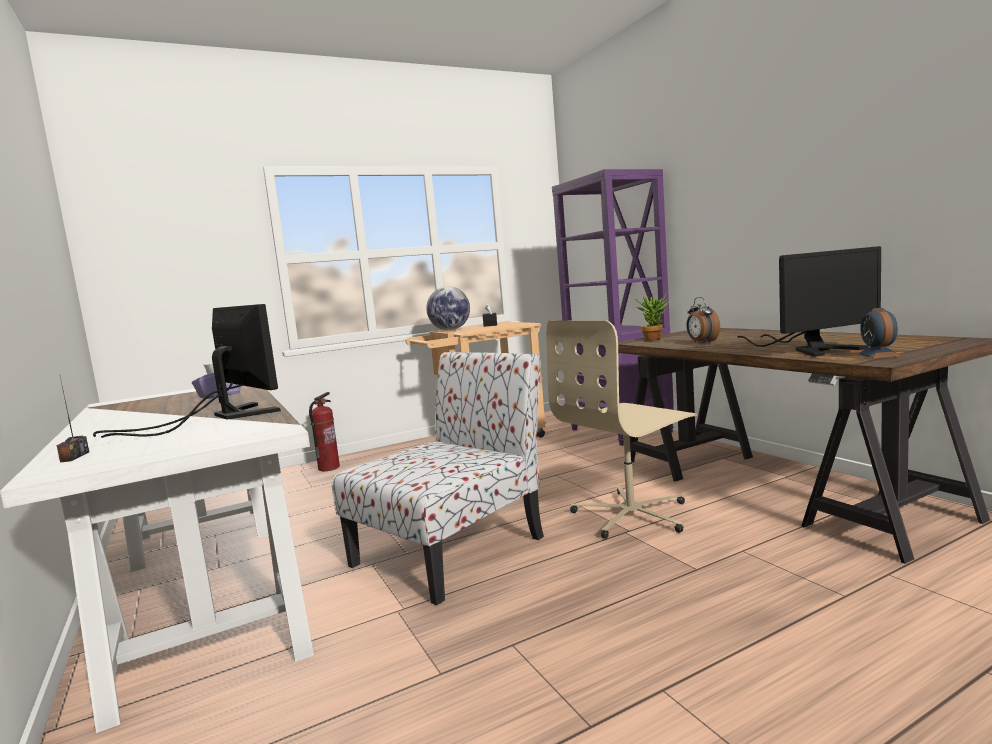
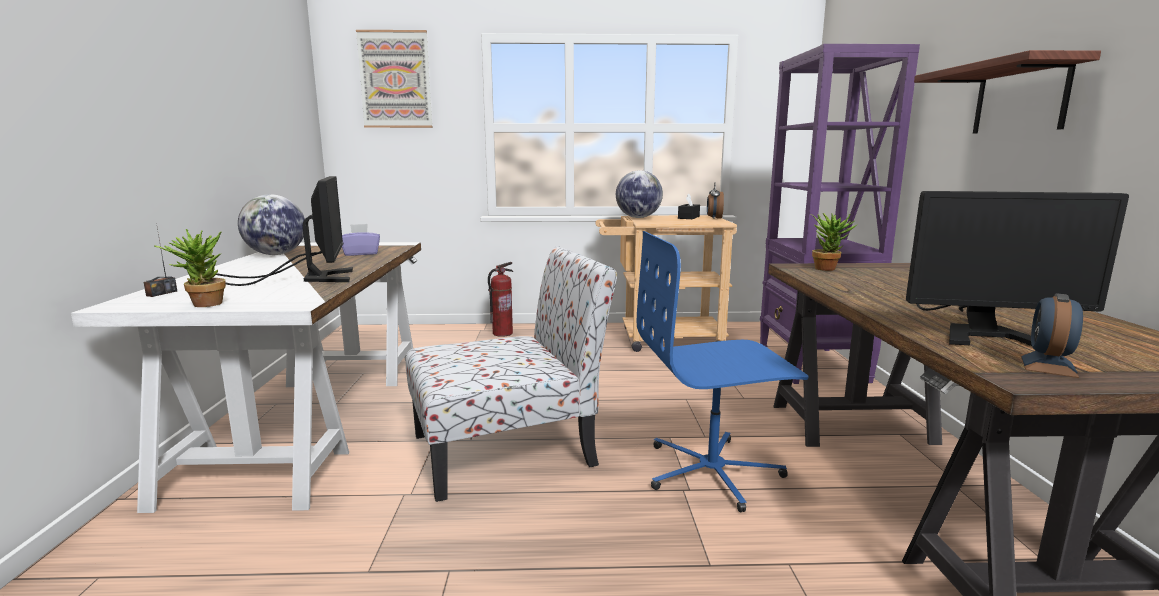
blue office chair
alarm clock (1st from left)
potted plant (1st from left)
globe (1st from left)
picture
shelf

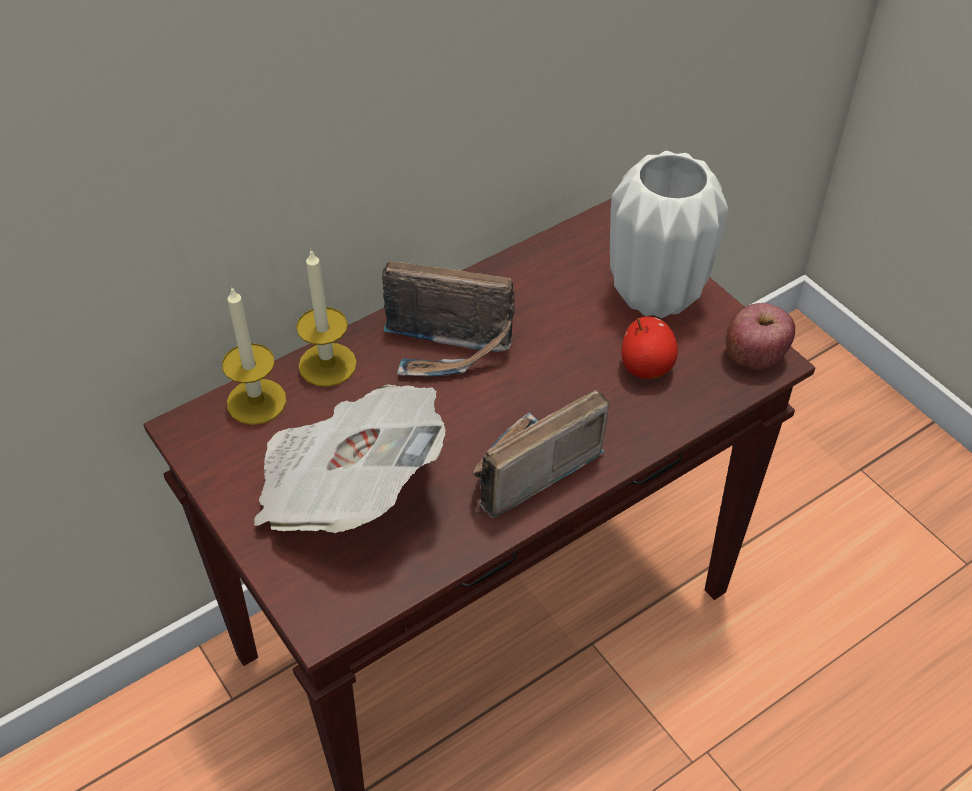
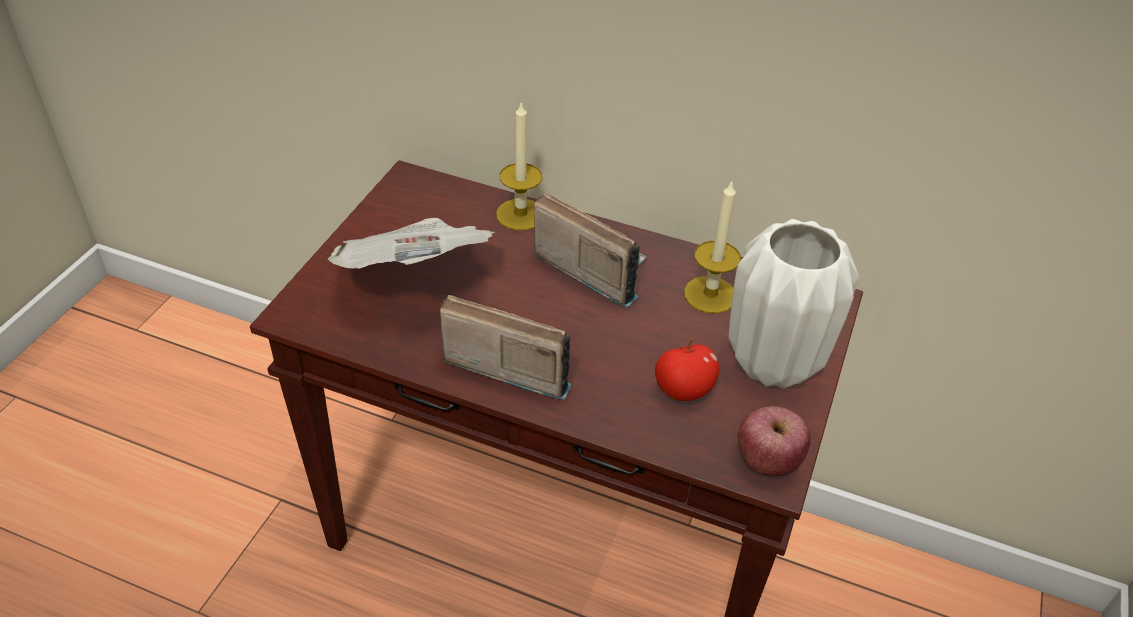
candle (2nd from left)
radio (2nd from left)

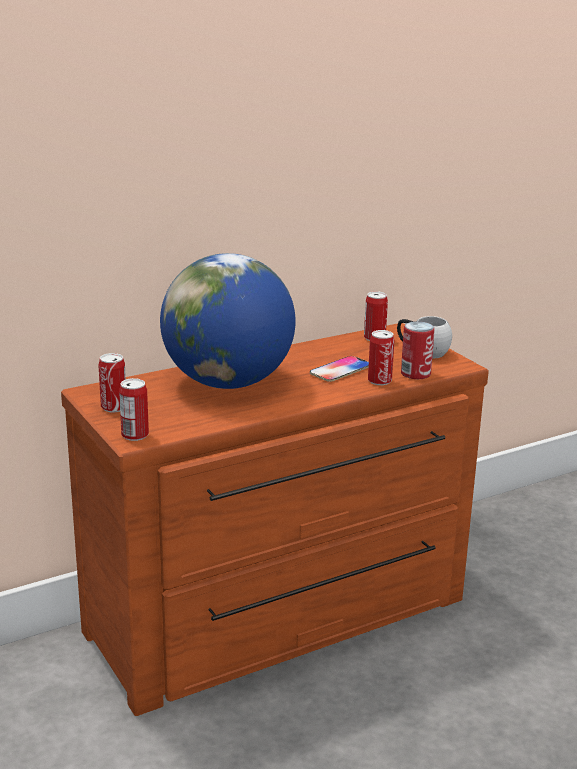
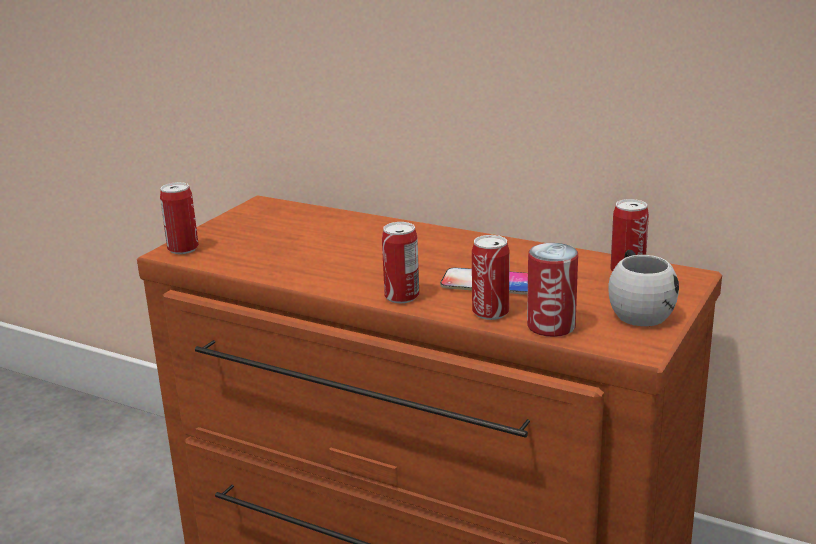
can (2nd from left)
globe

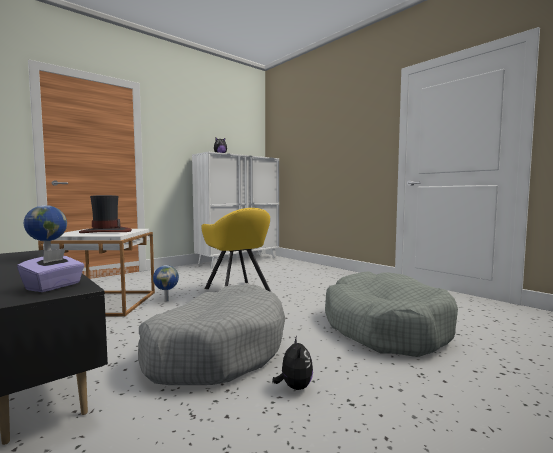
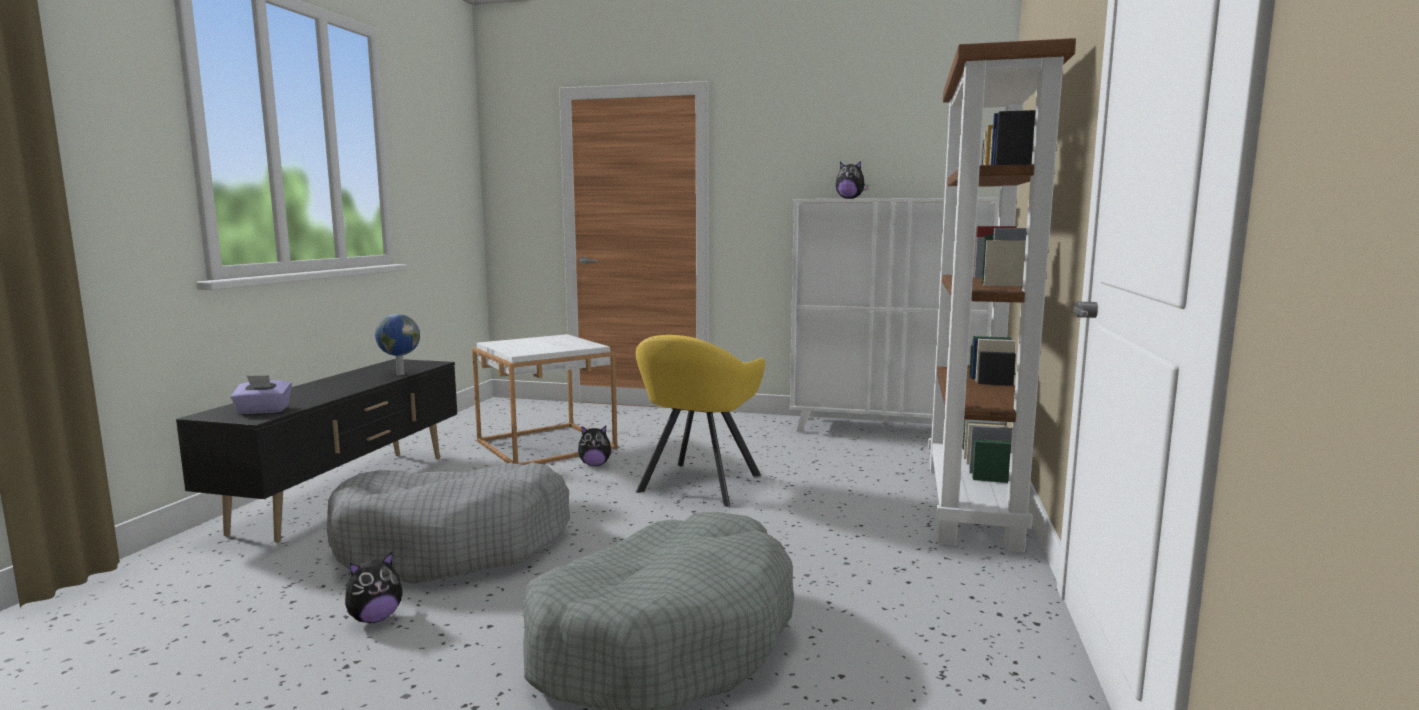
hat
plush toy (2nd from left)
brown bookcase

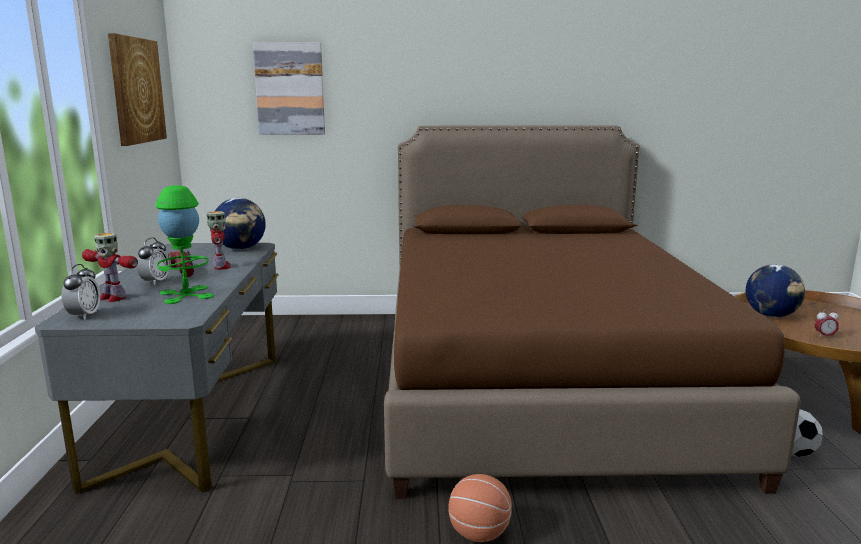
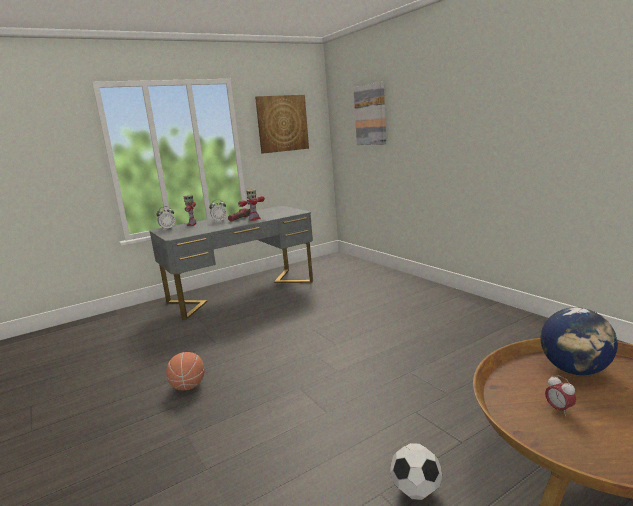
green table lamp
globe (1st from left in the first image)
brown bed

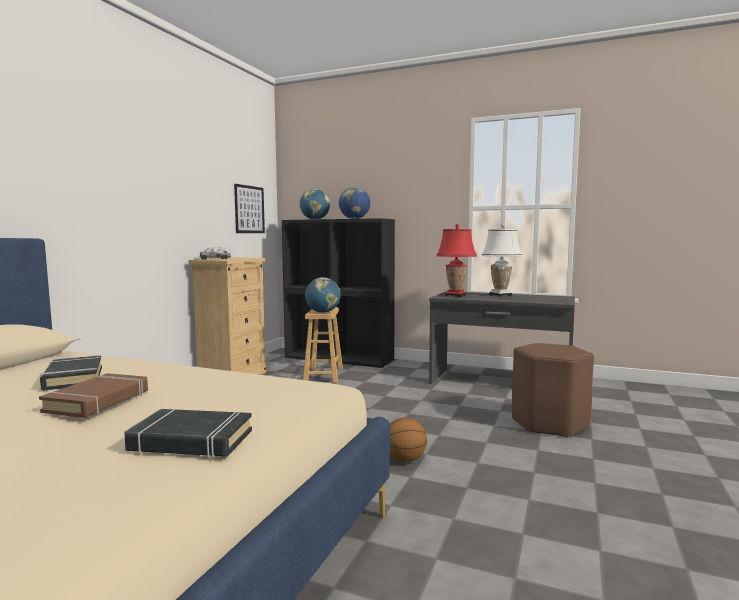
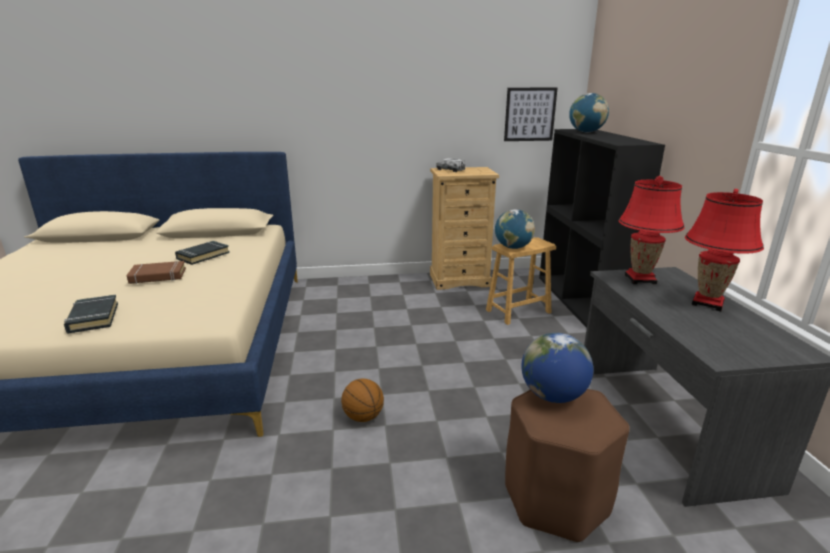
globe (2nd from left)
red table lamp (2nd from left)

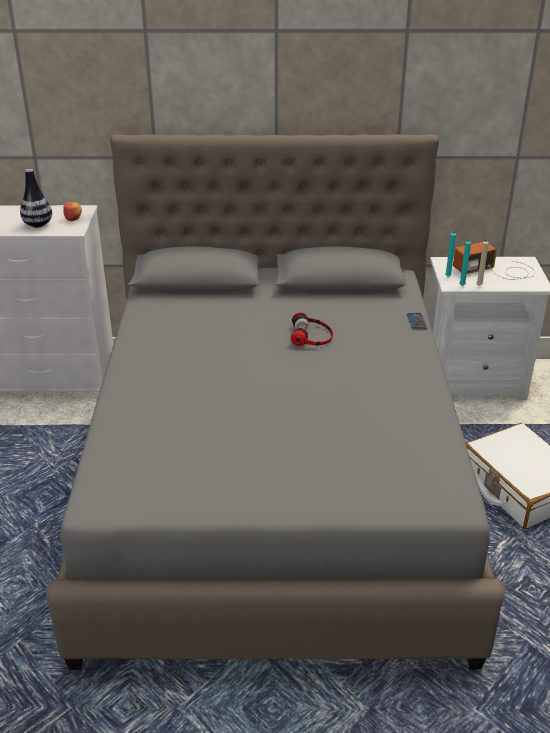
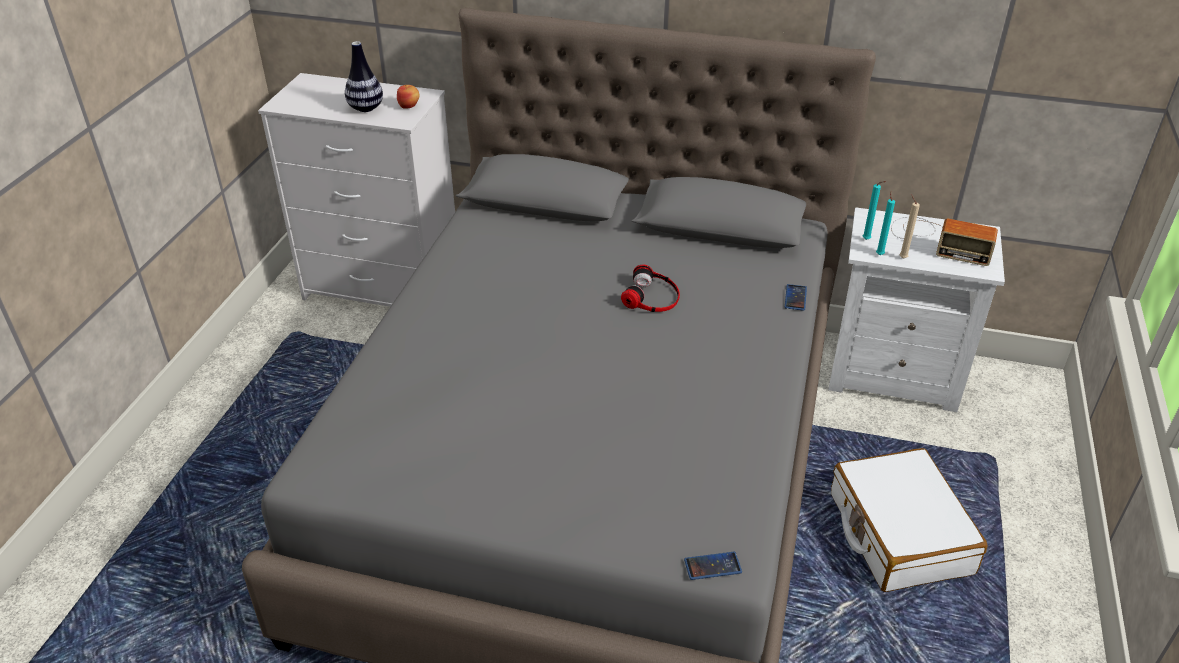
radio
phone (1st from left)

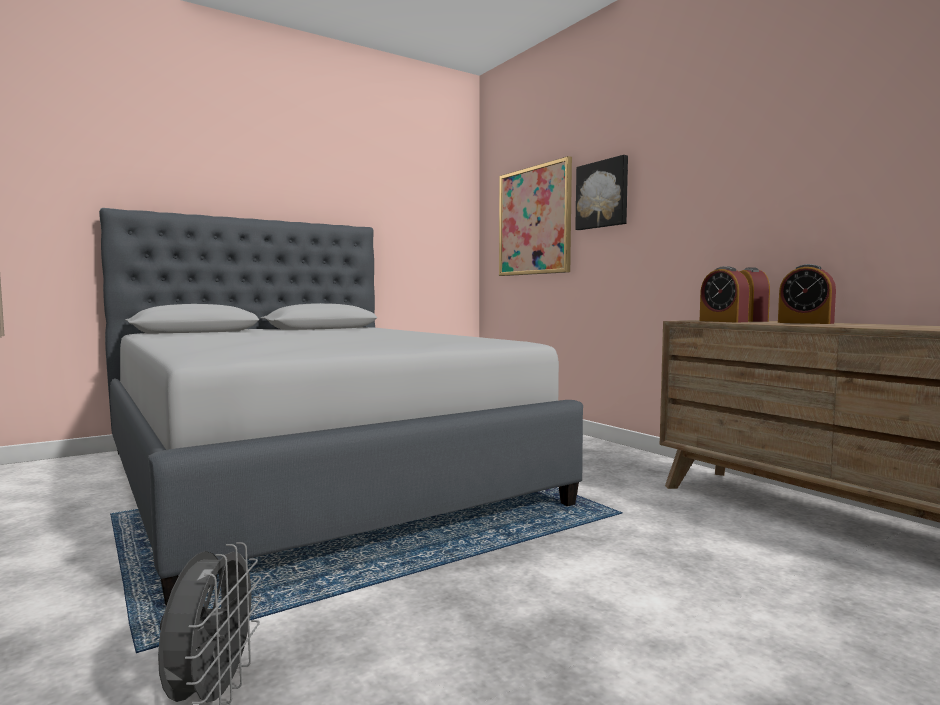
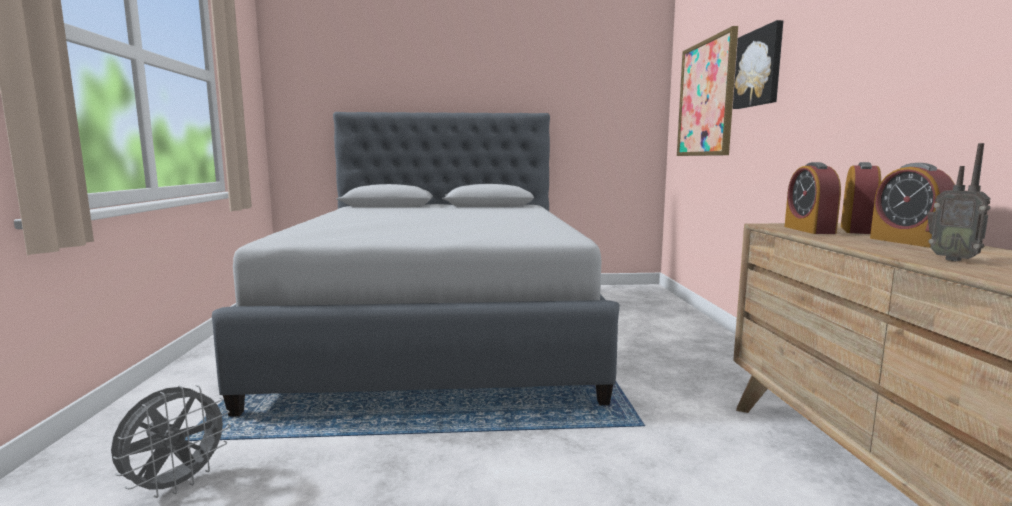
radio

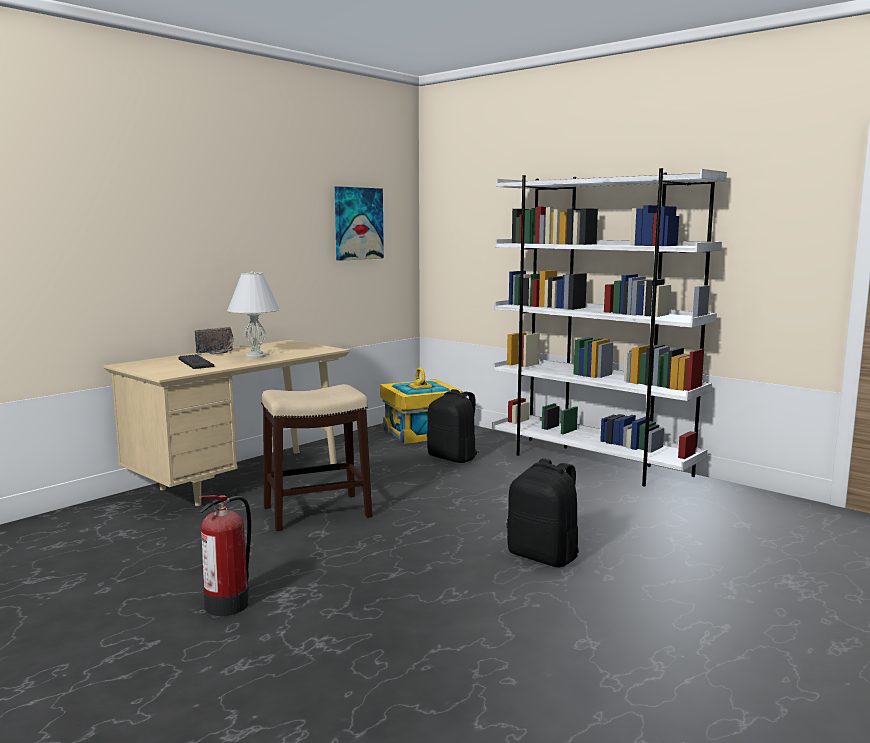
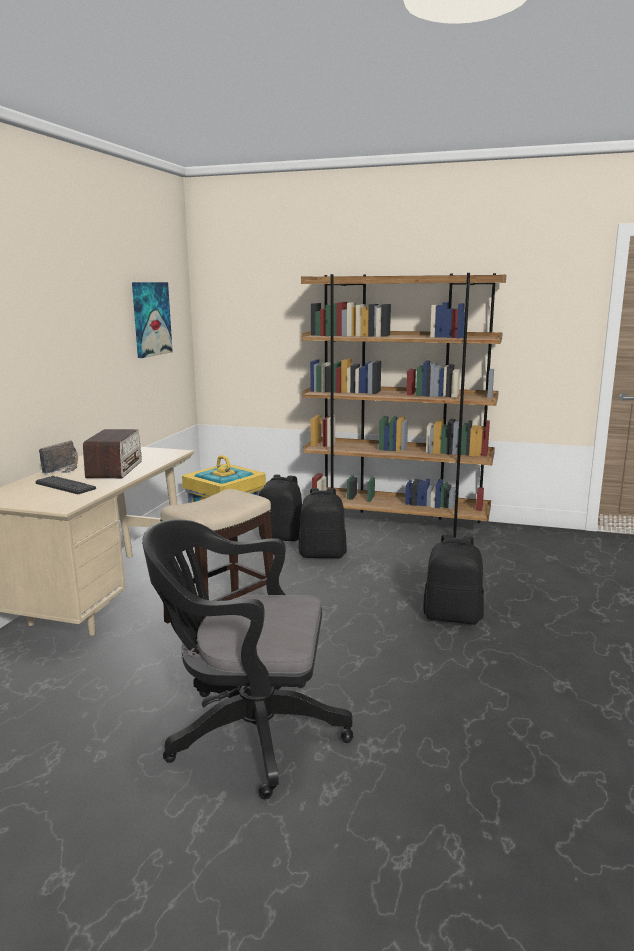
black office chair
radio (2nd from left)
brown bookcase
black backpack (2nd from left)

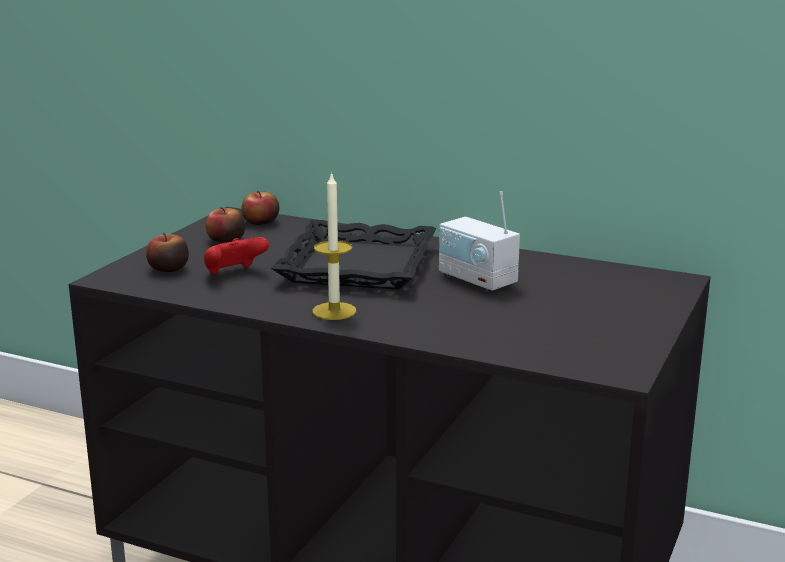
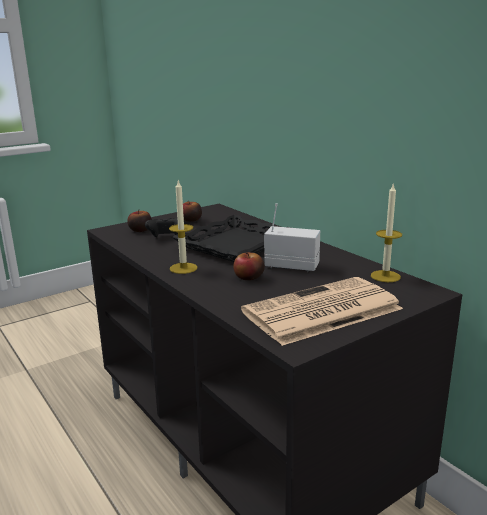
black game controller
apple (3rd from left)
radio
newspaper
candle (2nd from left)

